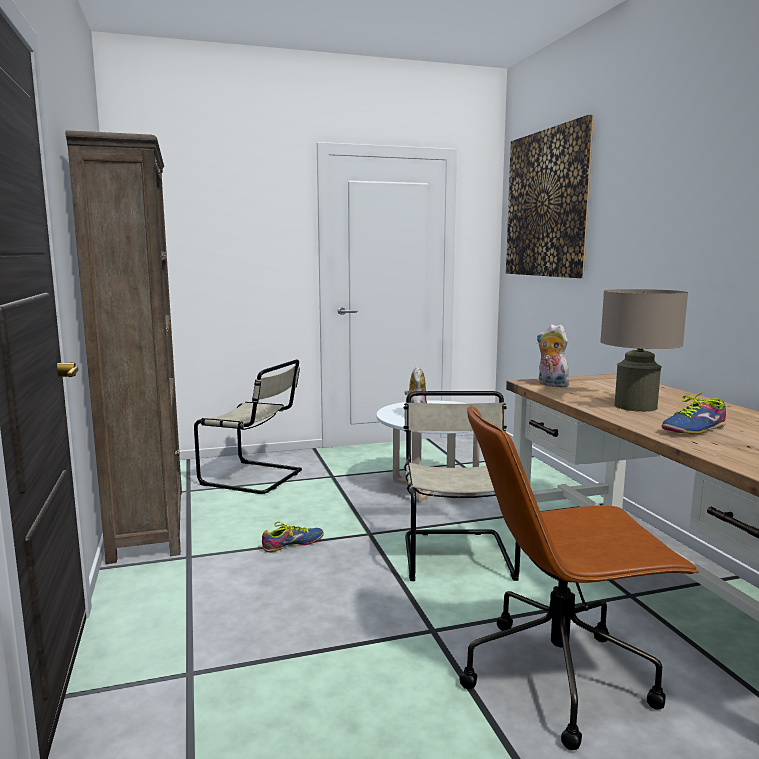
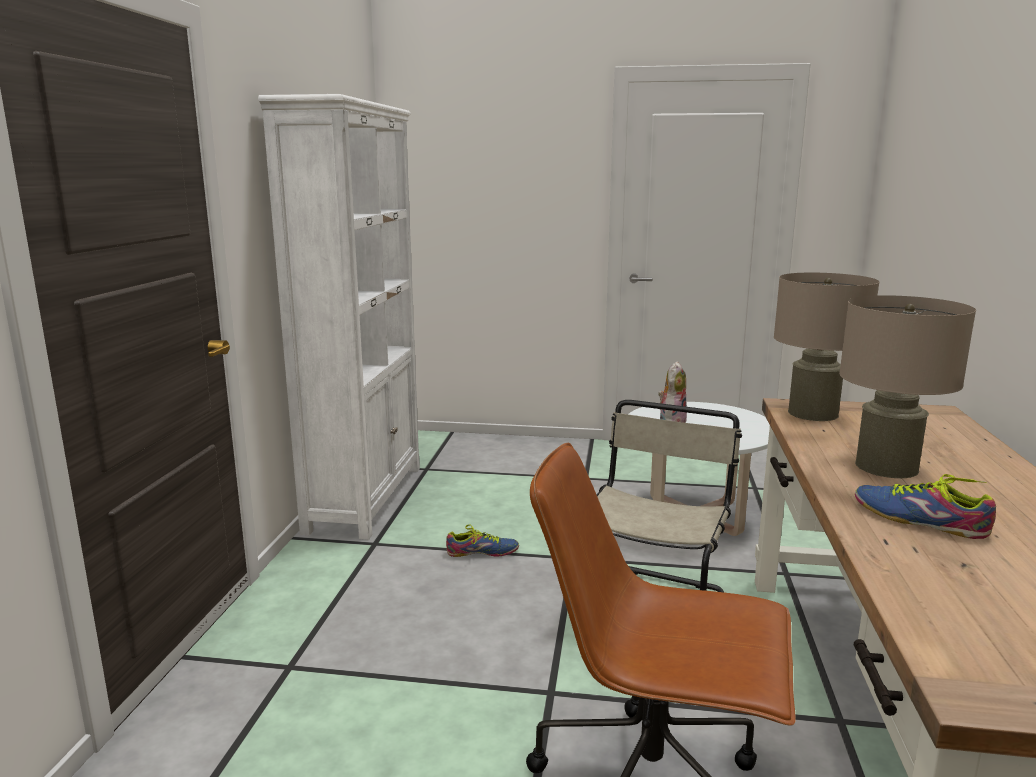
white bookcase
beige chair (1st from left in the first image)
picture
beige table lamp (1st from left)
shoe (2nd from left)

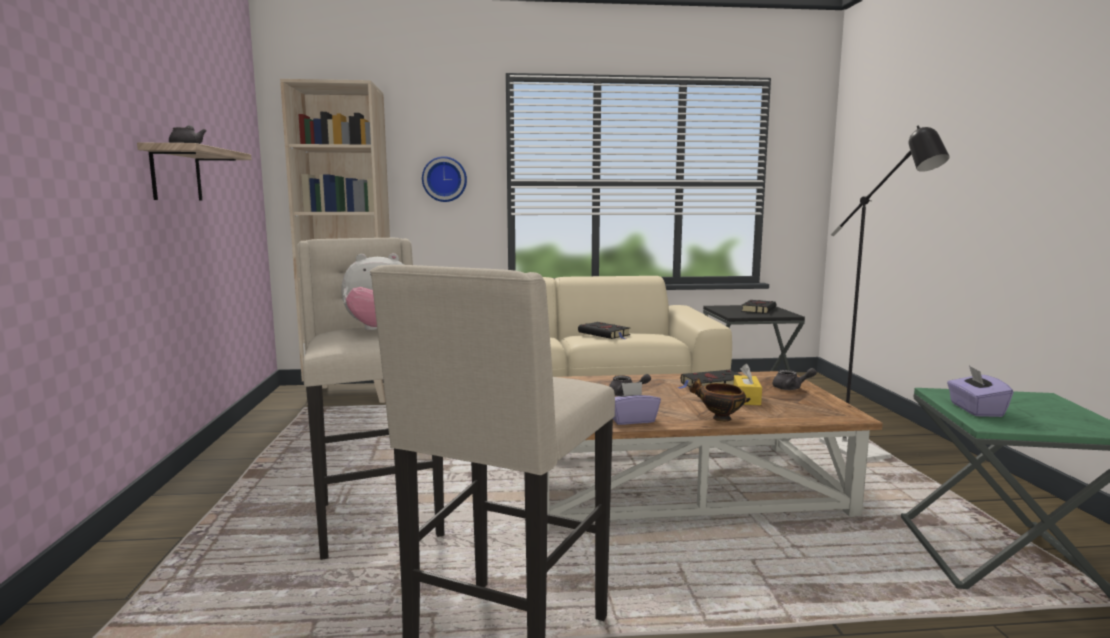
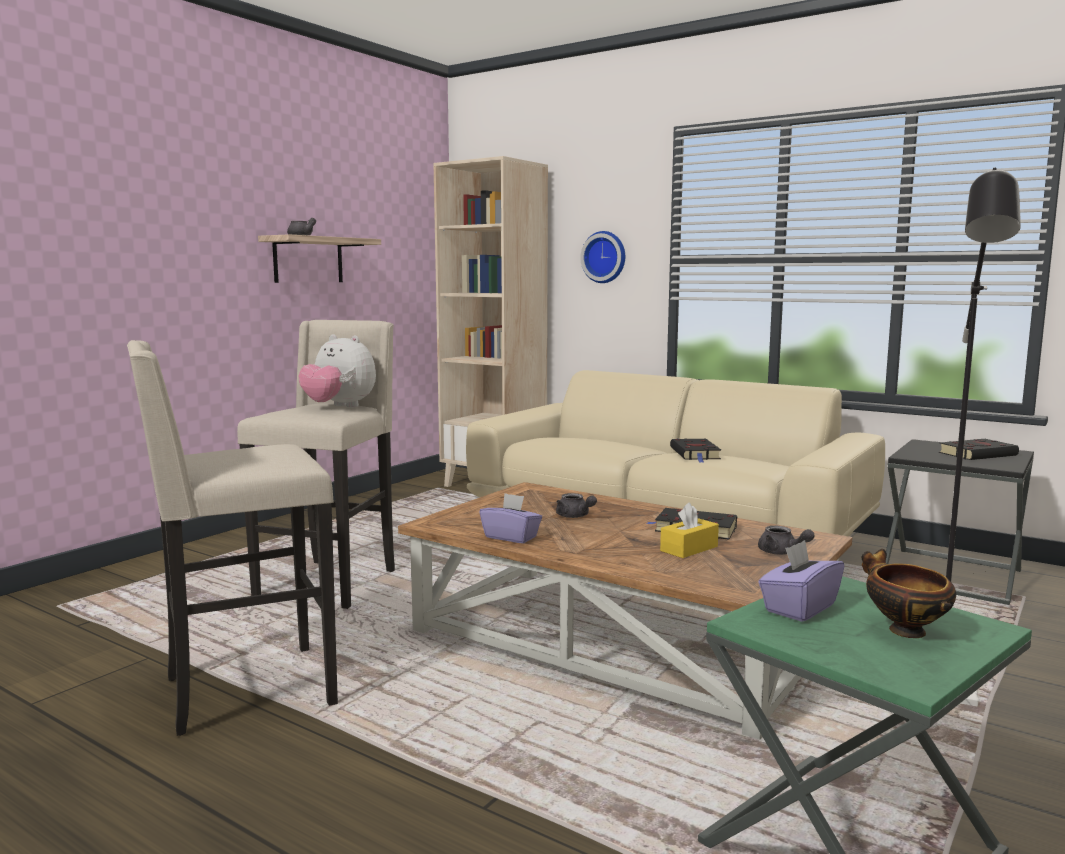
bowl

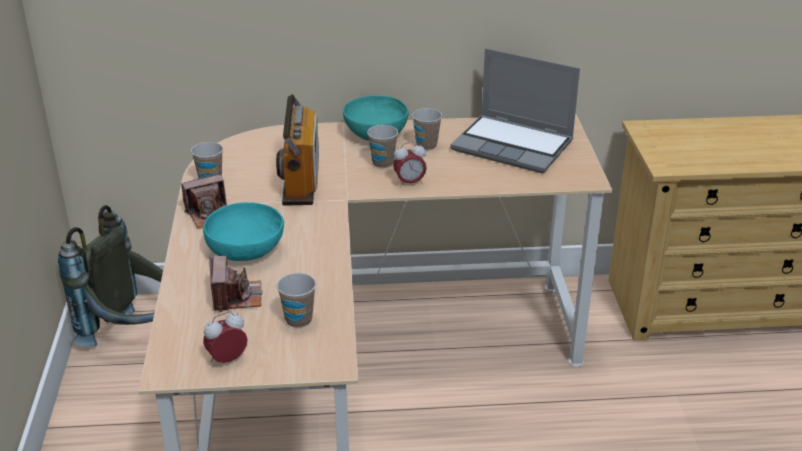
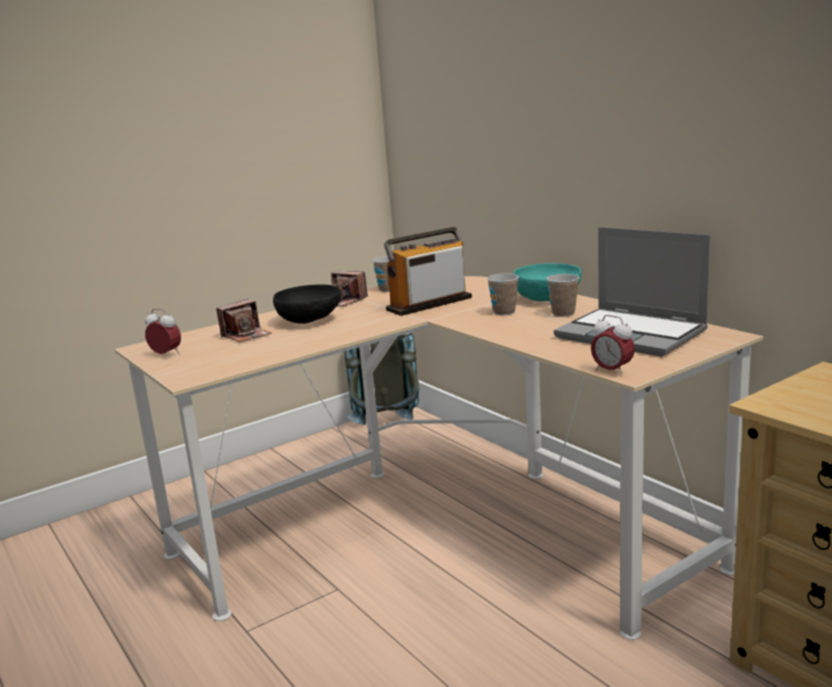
black bowl
cup (2nd from left in the first image)
alarm clock (2nd from left)
laptop

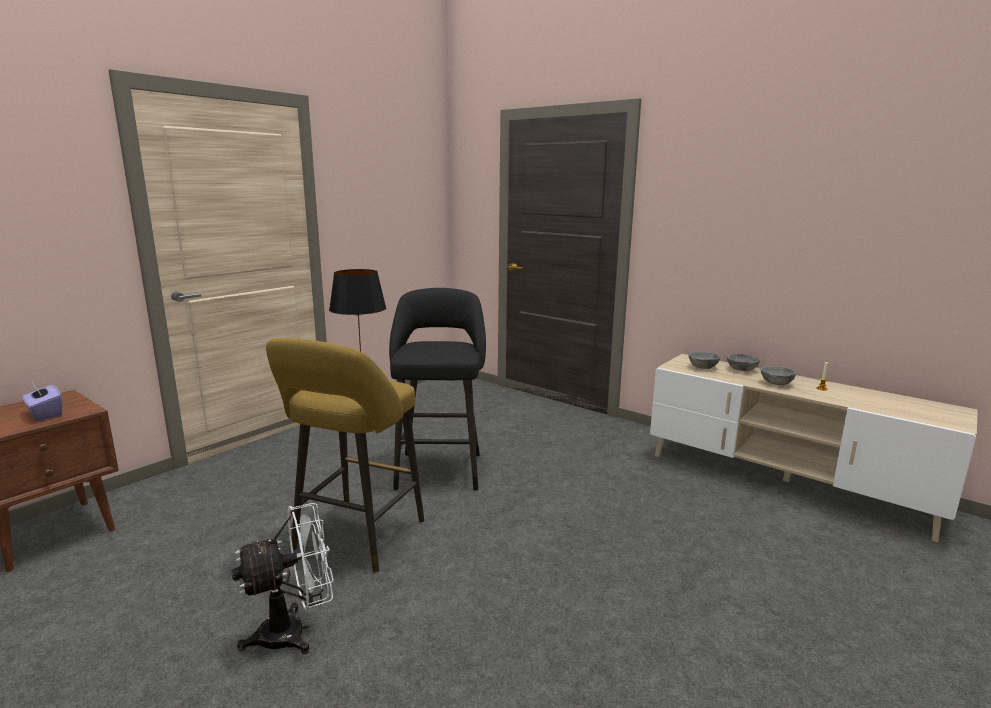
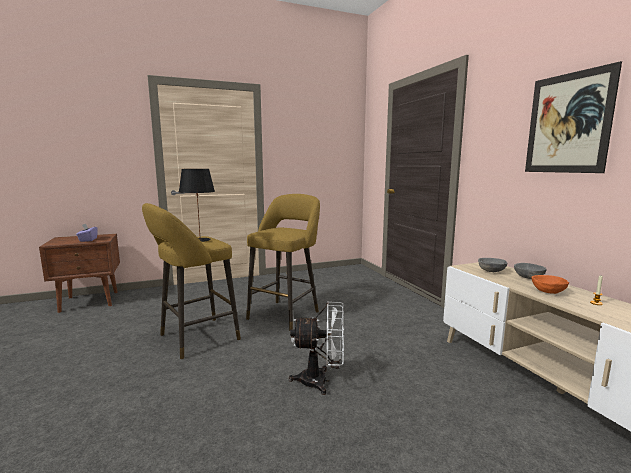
white fan
yellow stool (2nd from left)
orange bowl
picture

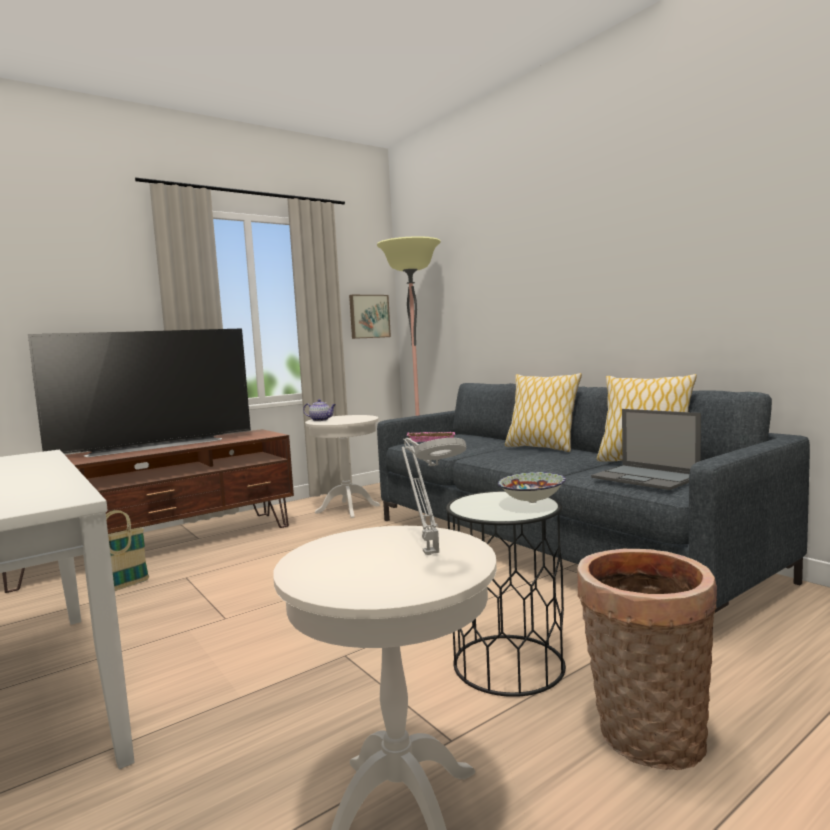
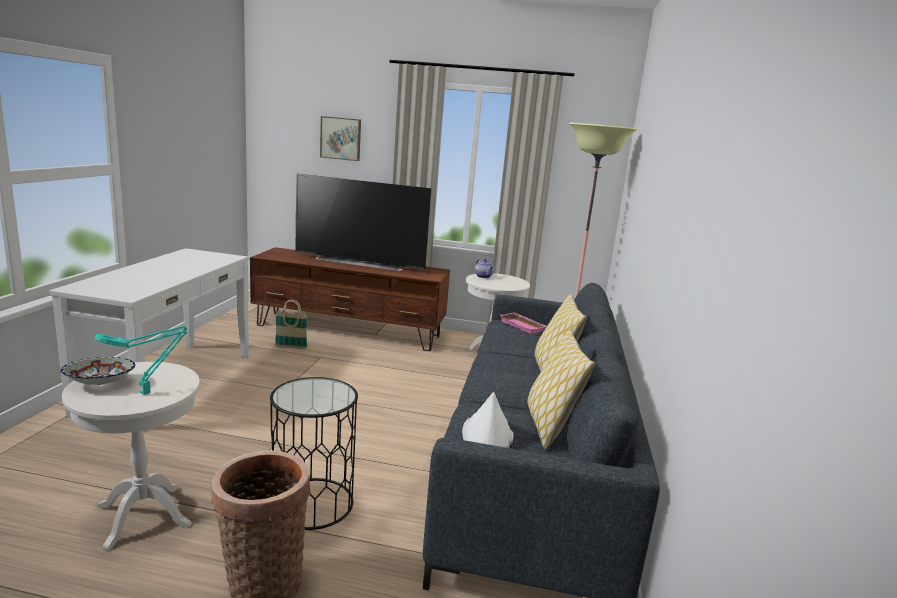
picture
turquoise table lamp
bowl
white hat

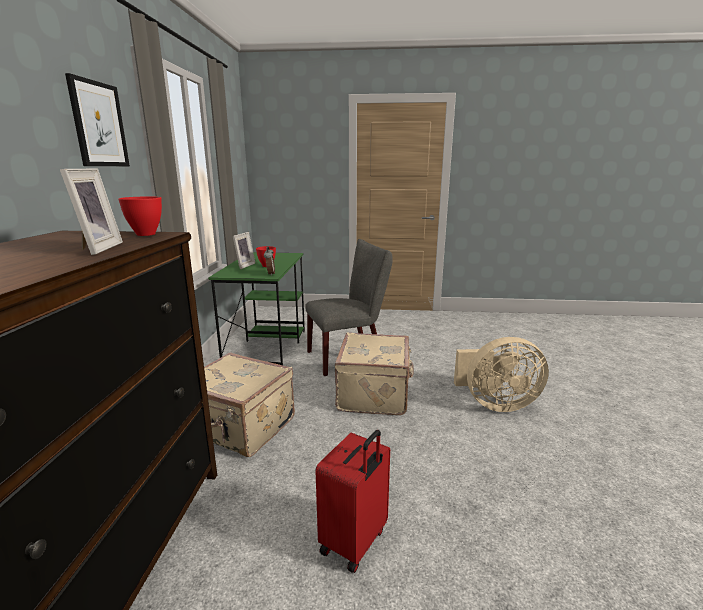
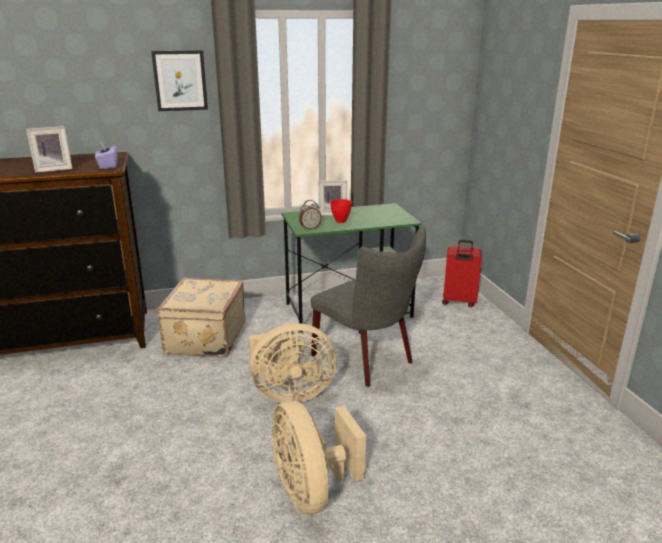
purple tissue box
red suitcase
beige fan (1st from left)

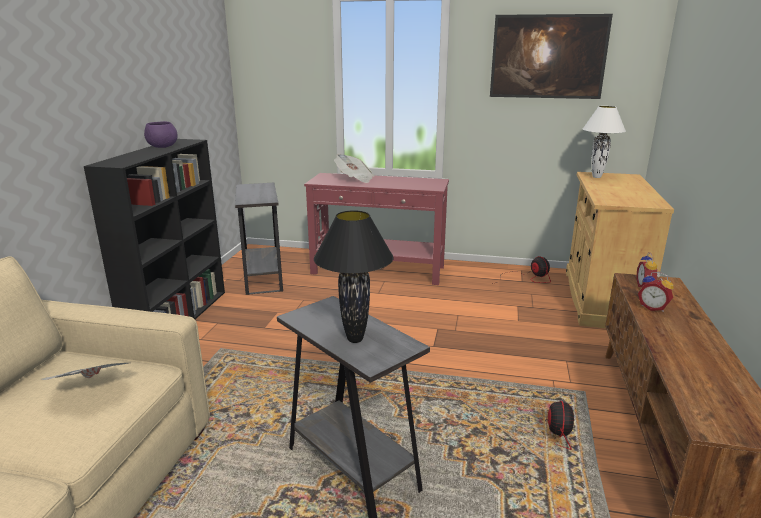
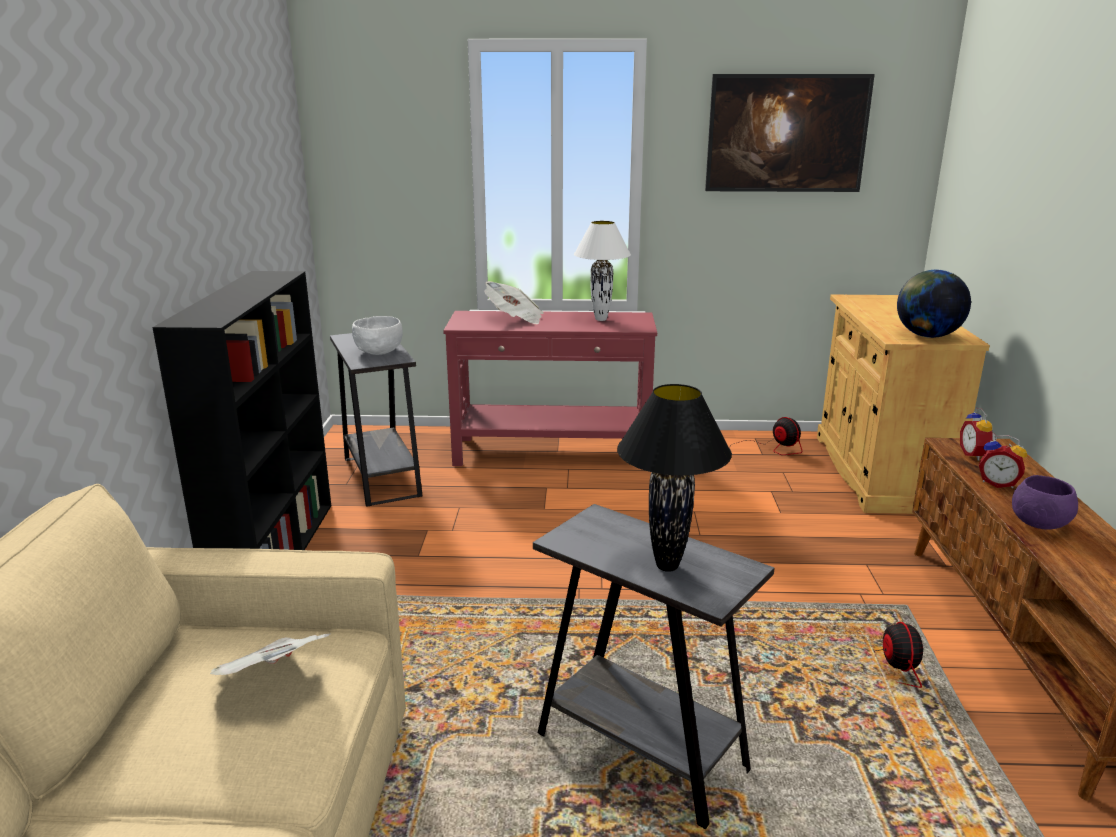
purple bowl
white table lamp
white bowl
globe

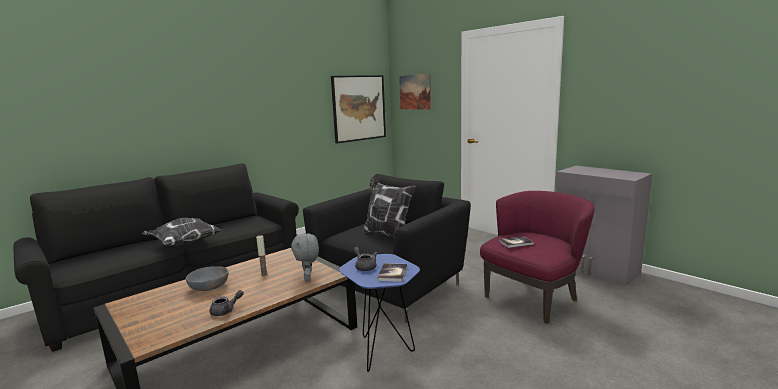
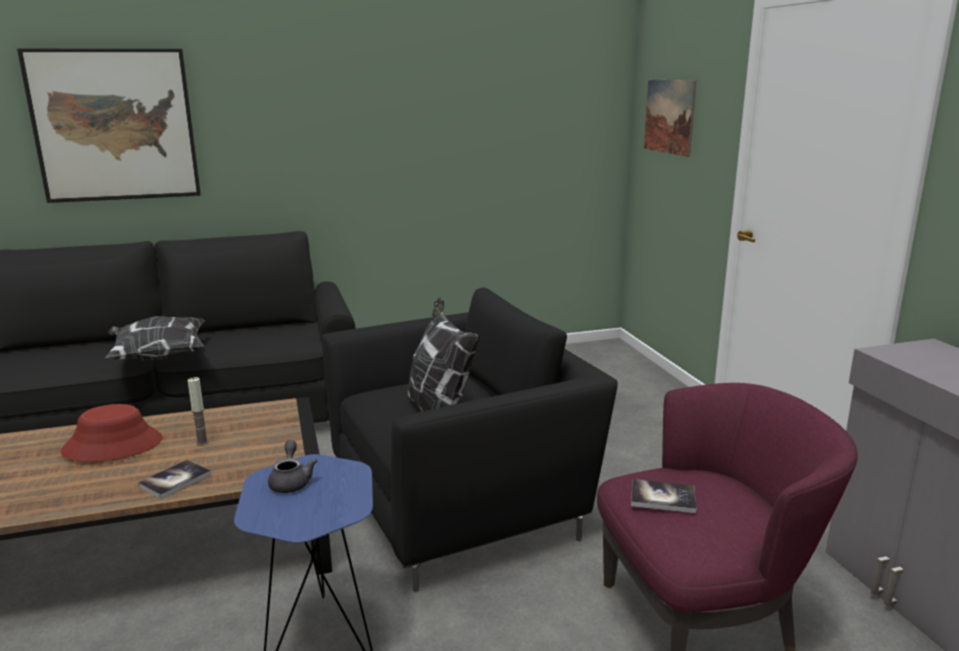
red hat
grey teapot (1st from left in the first image)
grey plush toy
picture (1st from left)
book (1st from left)

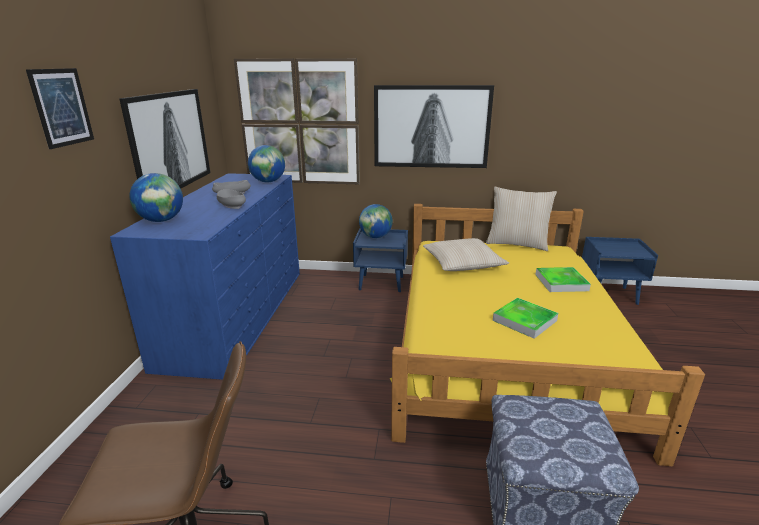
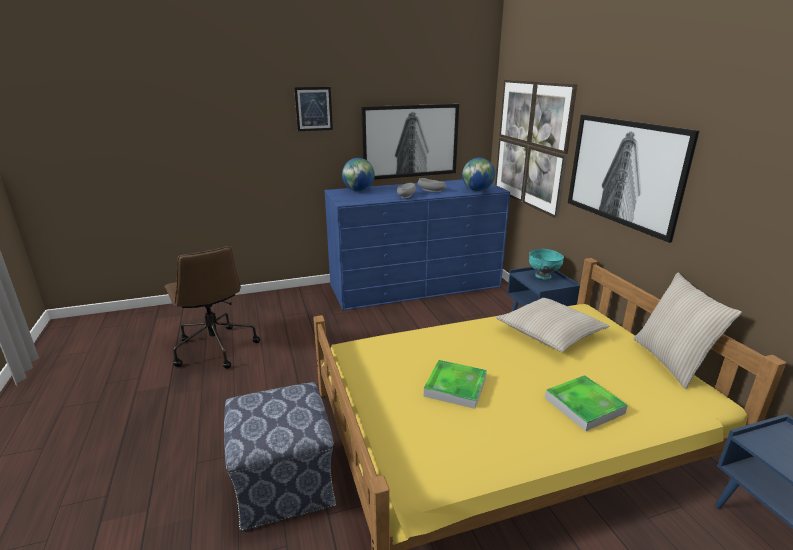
turquoise bowl

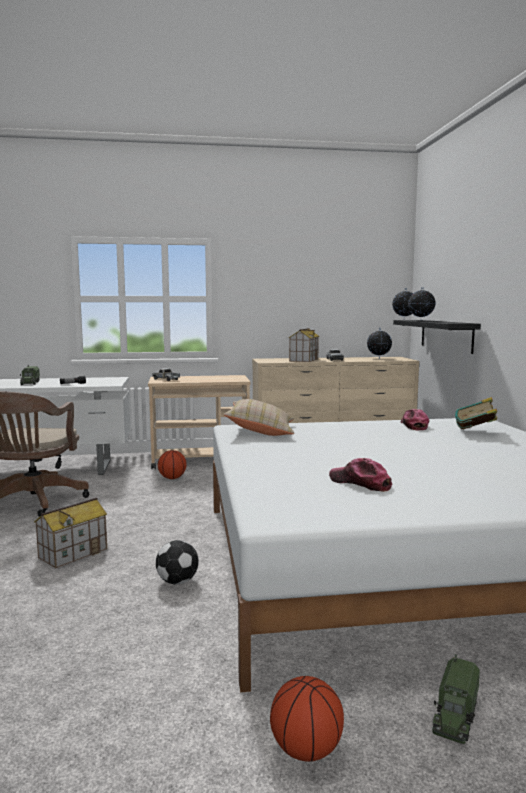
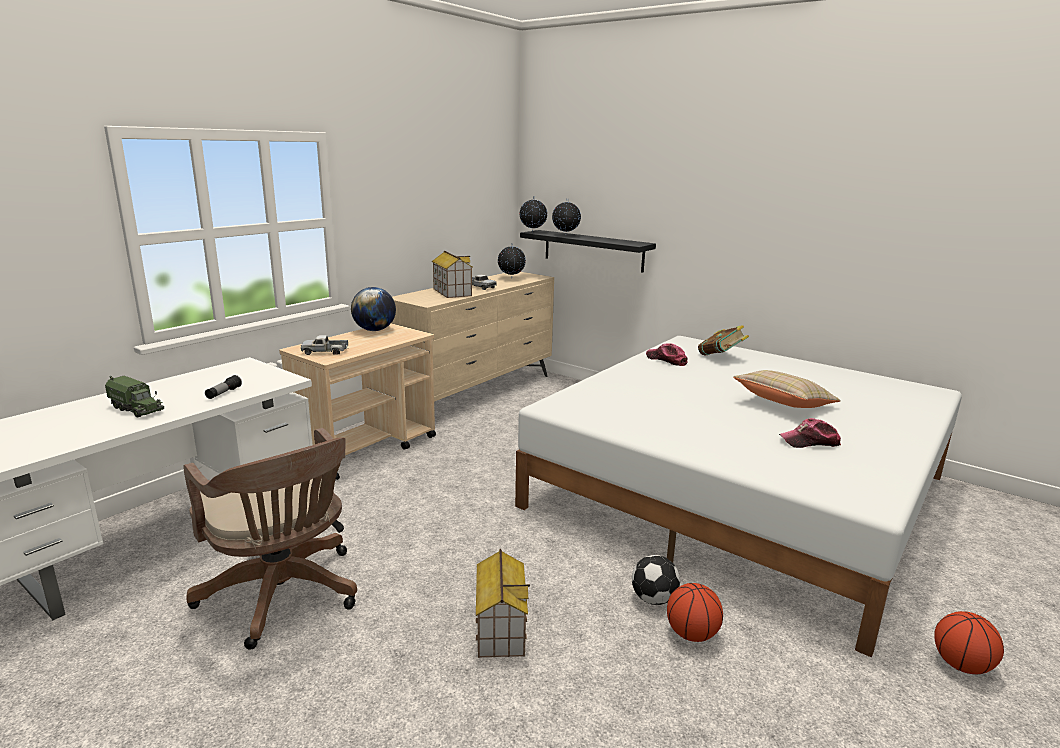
basketball (1st from left)
beige pillow
toy truck (4th from left in the first image)
globe (1st from left)

